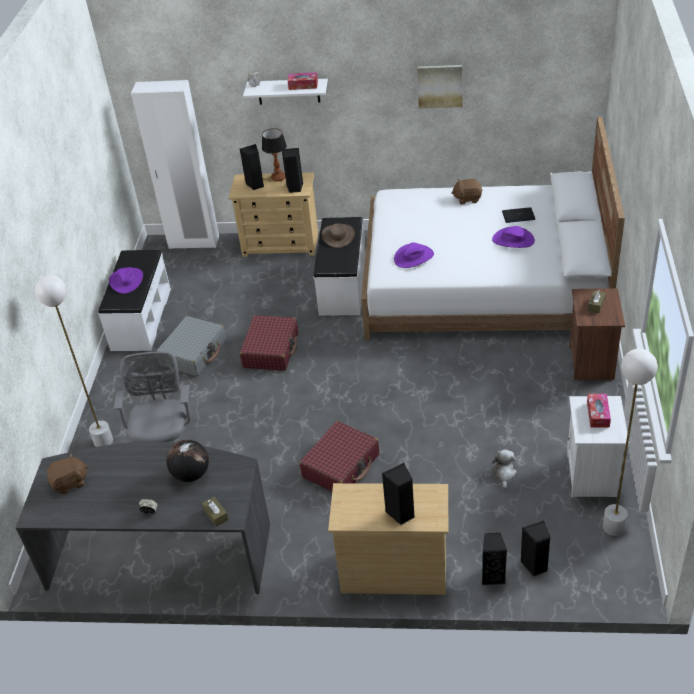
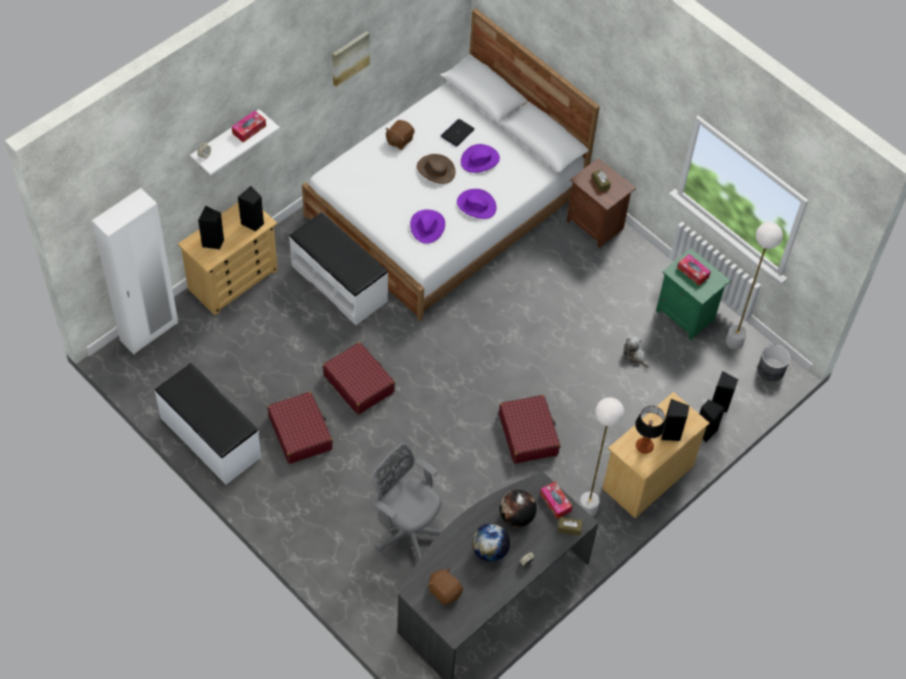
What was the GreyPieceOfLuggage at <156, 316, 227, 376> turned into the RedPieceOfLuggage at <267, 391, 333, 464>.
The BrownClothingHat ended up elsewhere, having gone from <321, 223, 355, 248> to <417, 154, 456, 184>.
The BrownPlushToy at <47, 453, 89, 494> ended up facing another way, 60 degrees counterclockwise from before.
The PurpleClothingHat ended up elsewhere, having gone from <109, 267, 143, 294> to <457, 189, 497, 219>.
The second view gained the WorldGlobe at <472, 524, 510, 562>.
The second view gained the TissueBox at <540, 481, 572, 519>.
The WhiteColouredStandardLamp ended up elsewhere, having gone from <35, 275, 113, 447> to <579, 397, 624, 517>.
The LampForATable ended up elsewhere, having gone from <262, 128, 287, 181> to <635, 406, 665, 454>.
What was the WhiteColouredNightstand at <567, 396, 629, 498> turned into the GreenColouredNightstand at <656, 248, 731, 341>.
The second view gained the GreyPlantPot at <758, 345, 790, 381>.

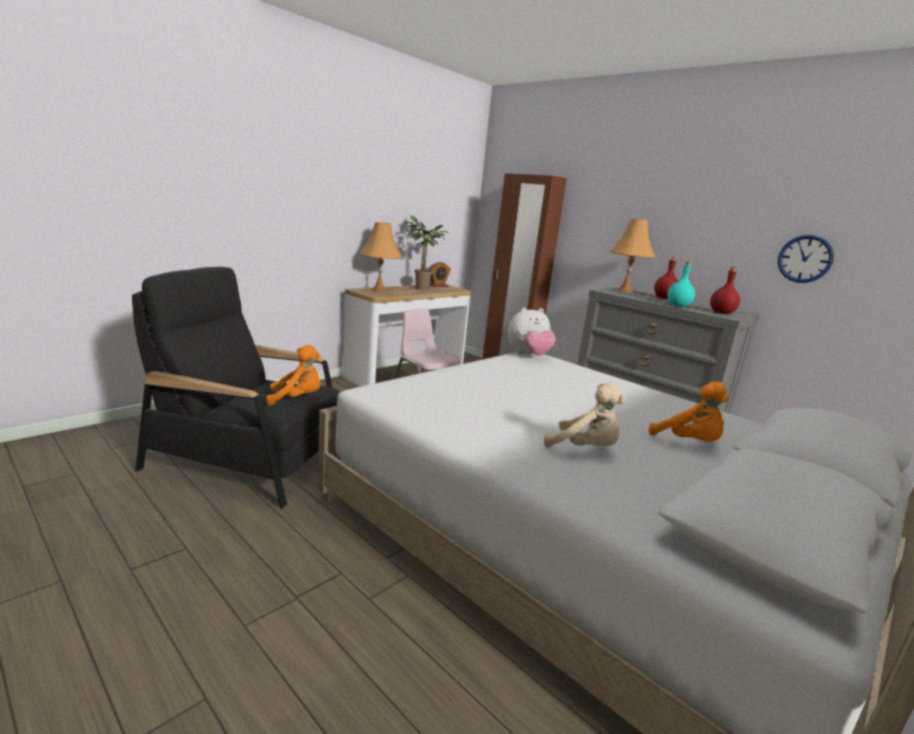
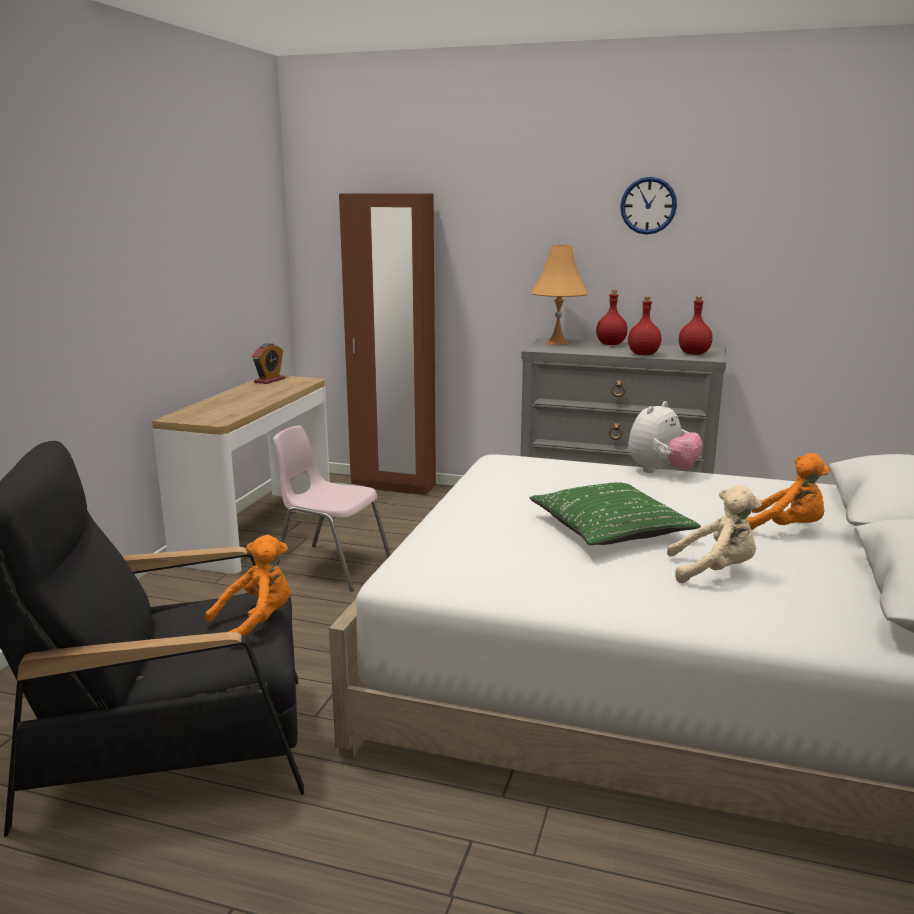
The second view gained the GreenColouredPillow at <530, 482, 701, 545>.
The WallClock ended up elsewhere, having gone from <778, 235, 834, 283> to <620, 177, 677, 235>.
What was the TurquoiseBeverageBottle at <667, 261, 695, 307> turned into the RedBeverageBottle at <628, 296, 662, 355>.
The PlushToy ended up elsewhere, having gone from <508, 308, 556, 355> to <628, 401, 703, 473>.
The second view lost the OrangeyLampForATable at <359, 222, 402, 292>.
The second view lost the PlantInAPot at <403, 216, 449, 290>.

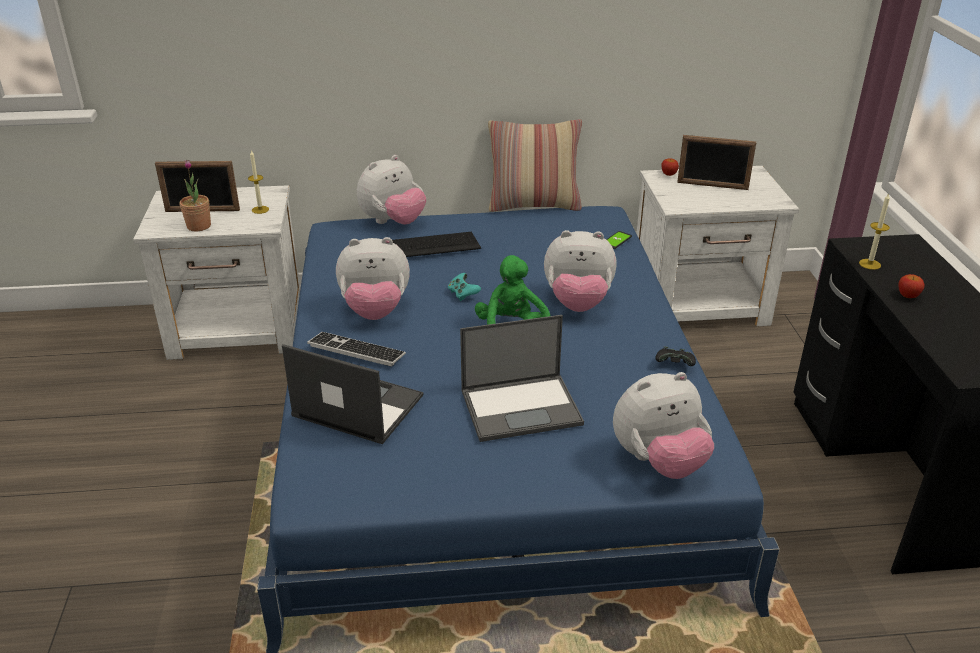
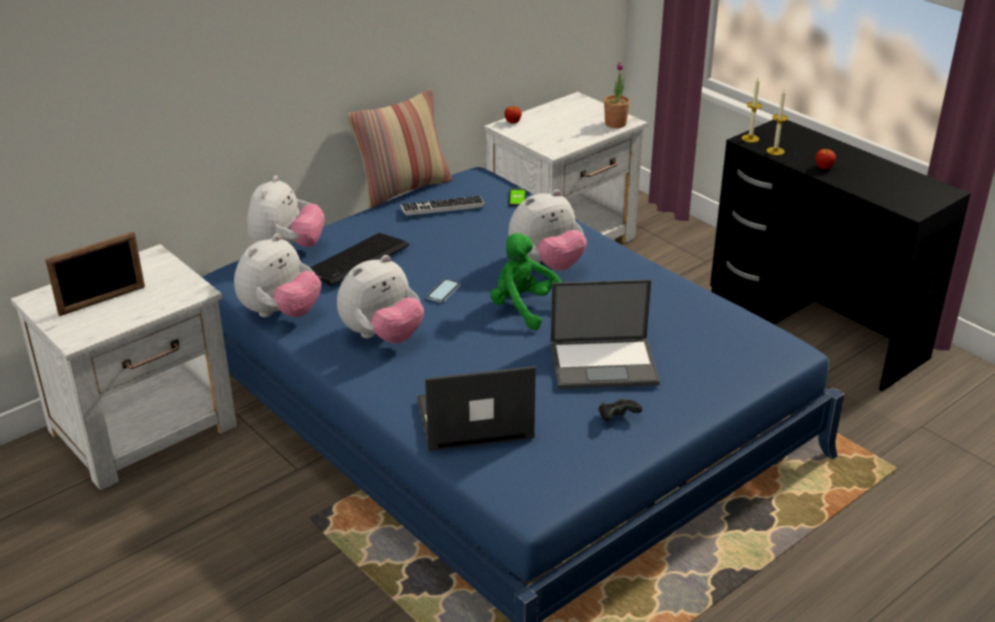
The PlushToy ended up elsewhere, having gone from <613, 372, 714, 479> to <234, 234, 321, 317>.
The PcKeyboard ended up elsewhere, having gone from <307, 332, 406, 367> to <400, 196, 485, 216>.
Where the TurquoiseJoypad stood at <448, 273, 481, 301>, the Phone came to stand at <426, 279, 460, 303>.
The NotebookComputer at <460, 315, 584, 442> ended up facing another way, 45 degrees clockwise from before.
The BlackColouredJoypad ended up elsewhere, having gone from <656, 346, 696, 366> to <599, 398, 642, 421>.
The PlantInAPot ended up elsewhere, having gone from <180, 160, 211, 231> to <604, 62, 630, 128>.
The WaxCandle ended up elsewhere, having gone from <248, 150, 269, 214> to <742, 77, 762, 143>.
The second view lost the PhotoFrame at <677, 135, 756, 190>.

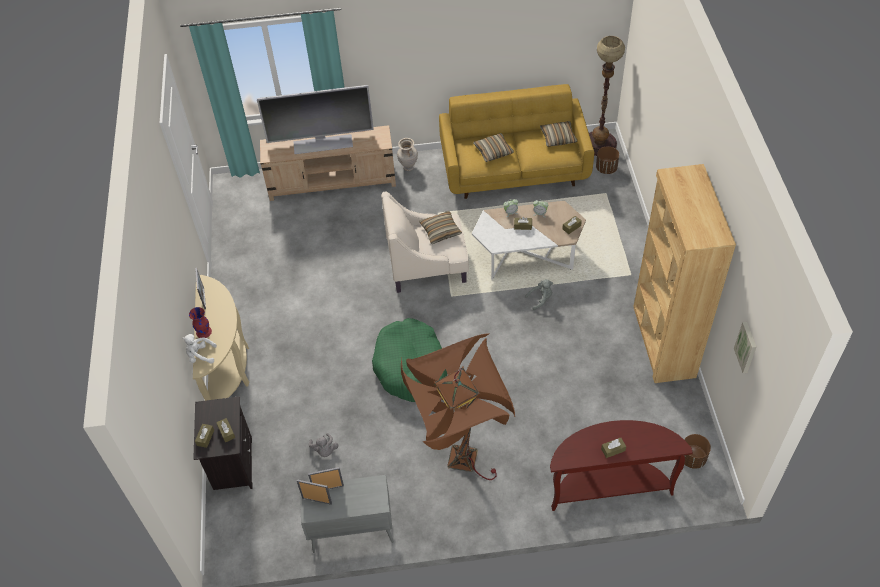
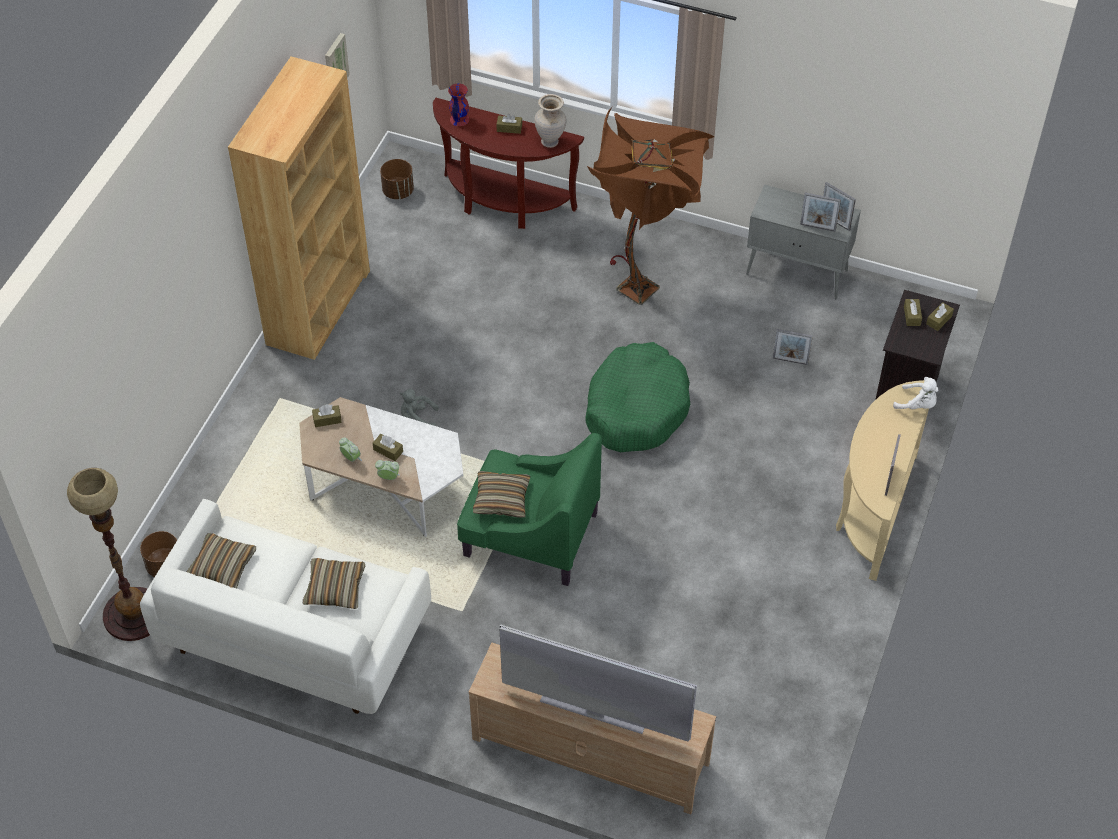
What was the YellowishSettee at <439, 84, 594, 199> turned into the WhiteColouredSettee at <140, 499, 431, 714>.
The RedFlowerVase ended up elsewhere, having gone from <189, 307, 212, 338> to <448, 83, 469, 126>.
What was the SandColouredEasyChair at <381, 192, 469, 293> turned into the GreenColouredEasyChair at <457, 433, 602, 586>.
The SandColouredFlowerVase ended up elsewhere, having gone from <397, 138, 418, 171> to <534, 94, 566, 148>.
Where the GreyPlushToy stood at <308, 433, 339, 457>, the PhotoFrame came to stand at <773, 329, 813, 365>.

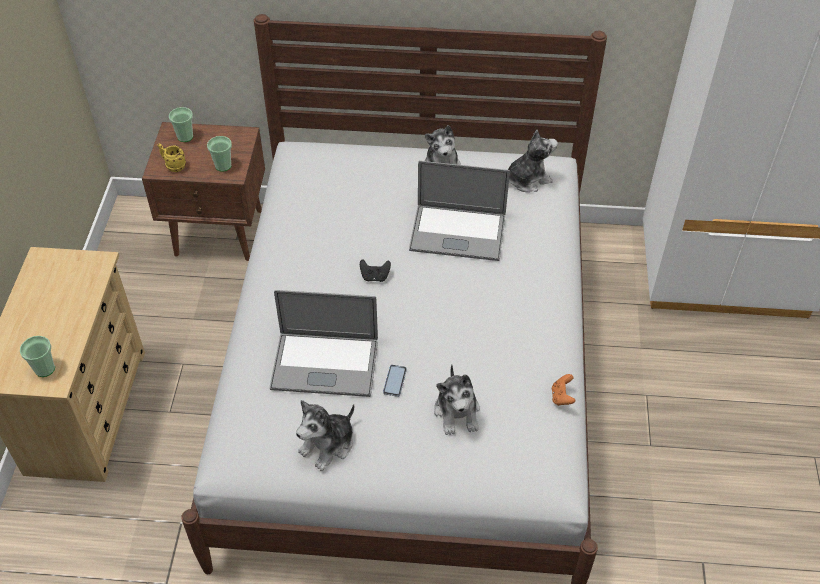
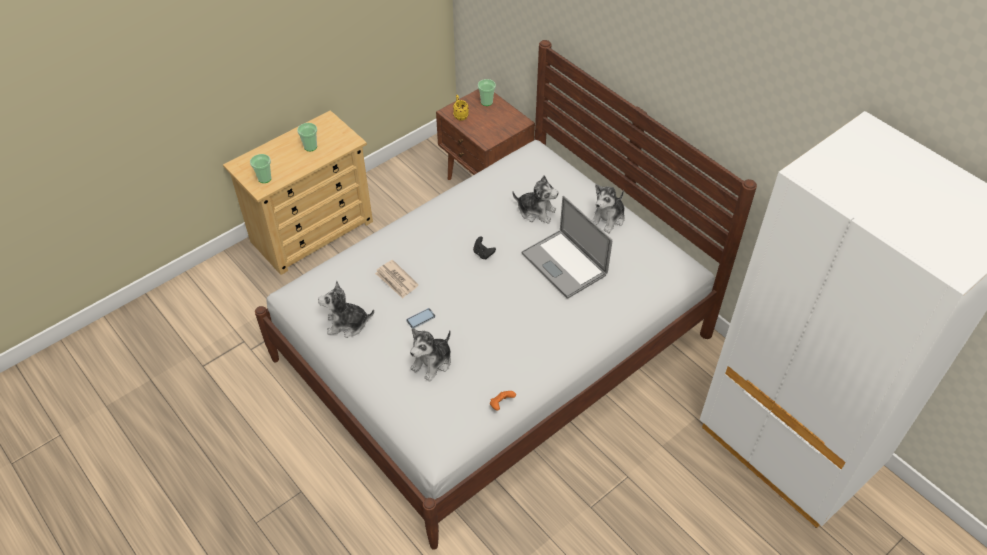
The SmallCup ended up elsewhere, having gone from <207, 136, 232, 172> to <297, 123, 317, 151>.
Where the NotebookComputer stood at <270, 290, 378, 397>, the Newspaper came to stand at <375, 260, 418, 299>.
The PlushToy ended up elsewhere, having gone from <508, 130, 558, 192> to <512, 175, 559, 224>.

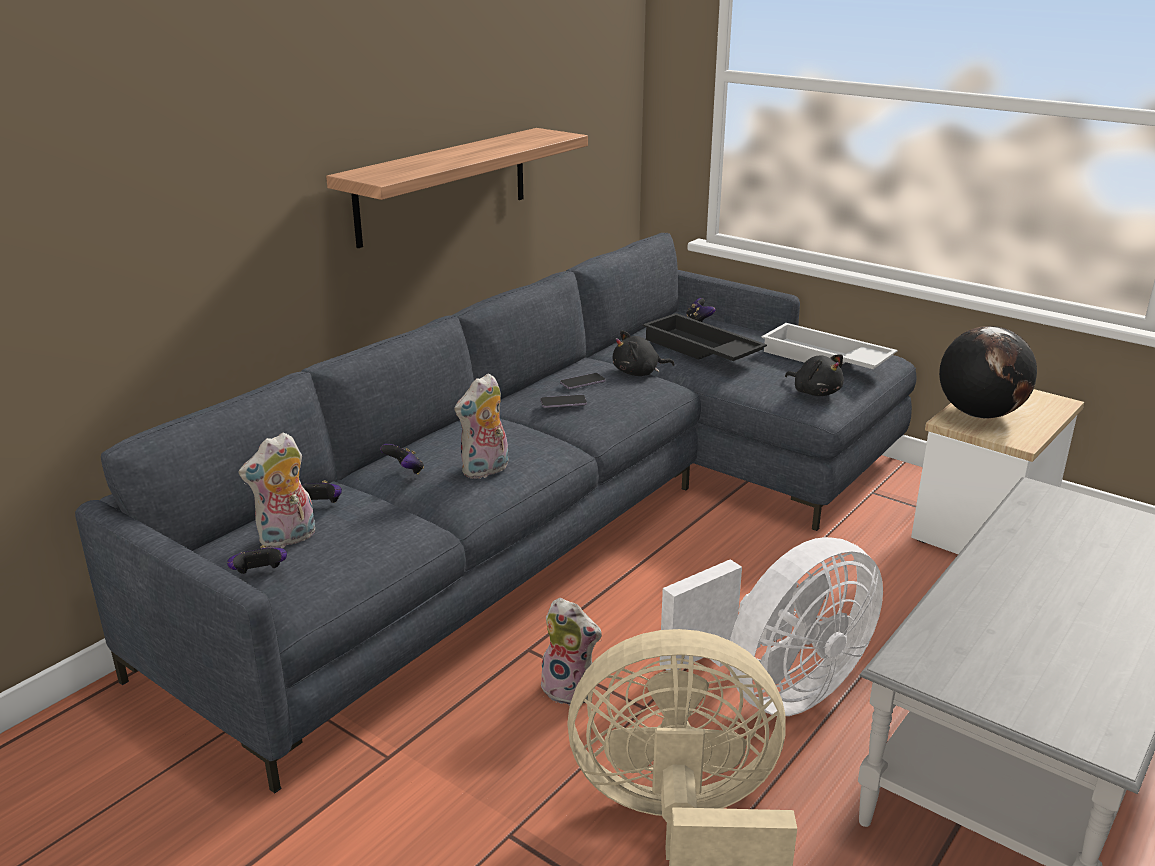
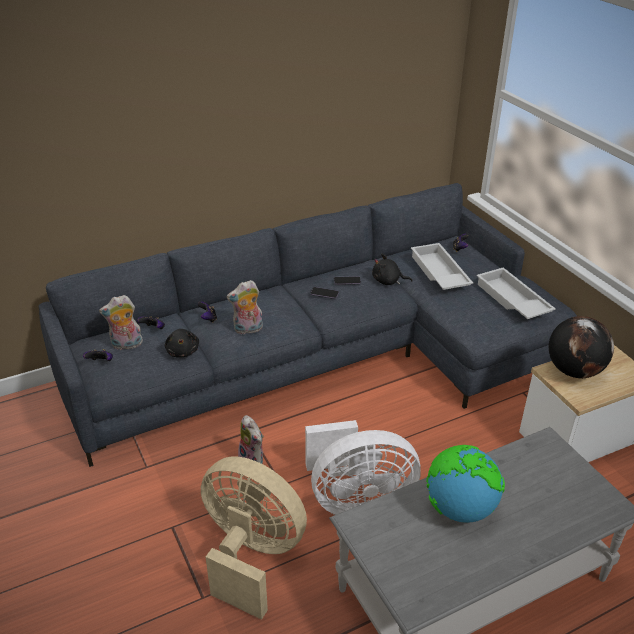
The BlackColouredPlushToy ended up elsewhere, having gone from <785, 354, 844, 396> to <165, 329, 199, 357>.
What was the BlackColouredServingTray at <643, 313, 767, 361> turned into the WhiteColouredServingTray at <411, 243, 473, 290>.
The second view gained the WorldGlobe at <426, 445, 505, 523>.
The second view lost the WallShelf at <326, 128, 588, 248>.

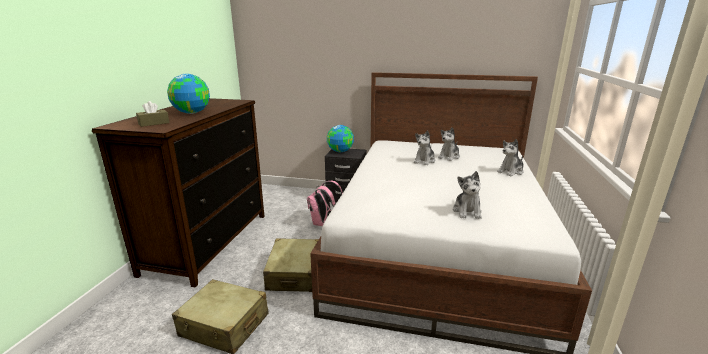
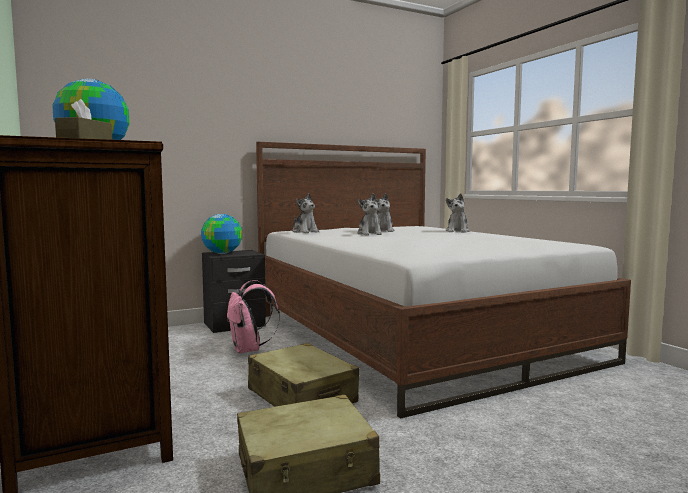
The PlushToy ended up elsewhere, having gone from <453, 171, 482, 219> to <293, 193, 320, 233>.

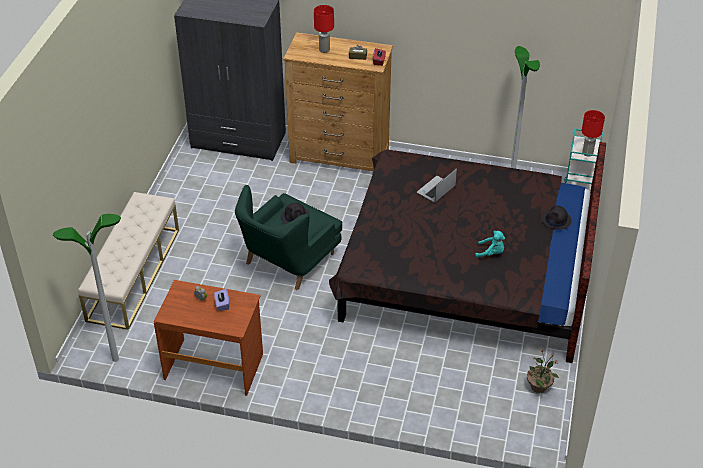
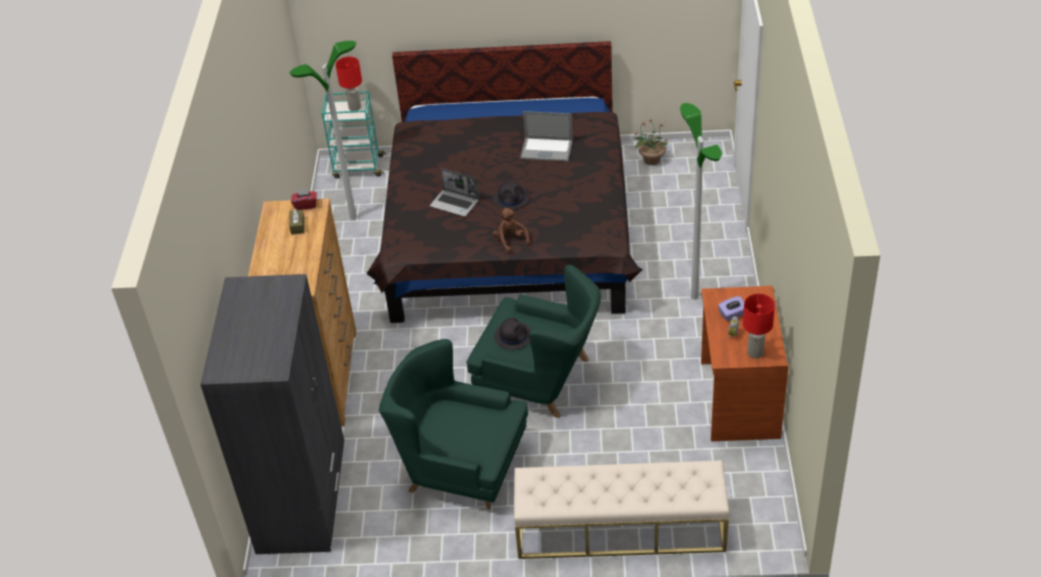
The second view gained the GreenColouredEasyChair at <379, 339, 528, 510>.
The BlackColouredClothingHat ended up elsewhere, having gone from <541, 205, 572, 230> to <493, 181, 529, 210>.
The second view gained the BrownPlushToy at <493, 208, 530, 253>.
Where the TurquoisePlushToy stood at <475, 231, 505, 258>, the NotebookComputer came to stand at <520, 111, 573, 161>.
The StandardLamp ended up elsewhere, having gone from <53, 214, 121, 362> to <680, 103, 722, 300>.
The RedLampForATable ended up elsewhere, having gone from <314, 5, 334, 53> to <743, 294, 775, 358>.

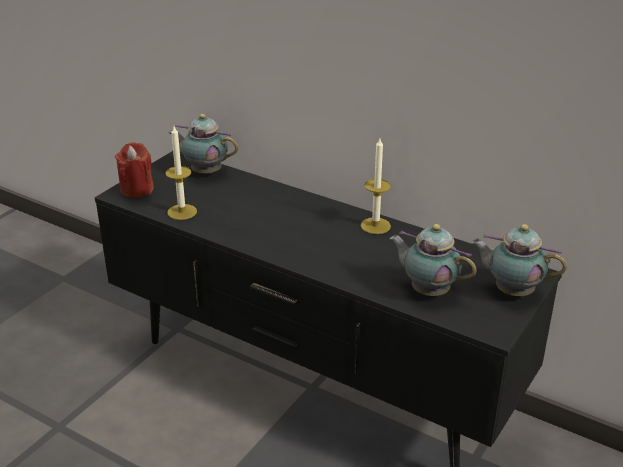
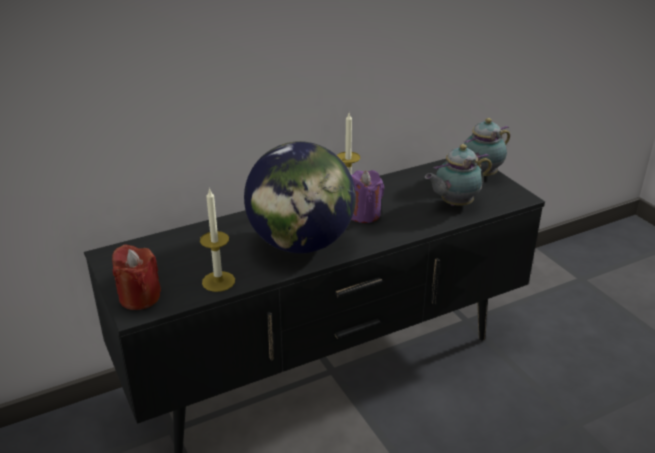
The second view gained the WorldGlobe at <244, 141, 356, 253>.
The second view gained the PurpleWaxCandle at <351, 170, 384, 223>.
The second view lost the PotForTea at <168, 114, 238, 174>.

